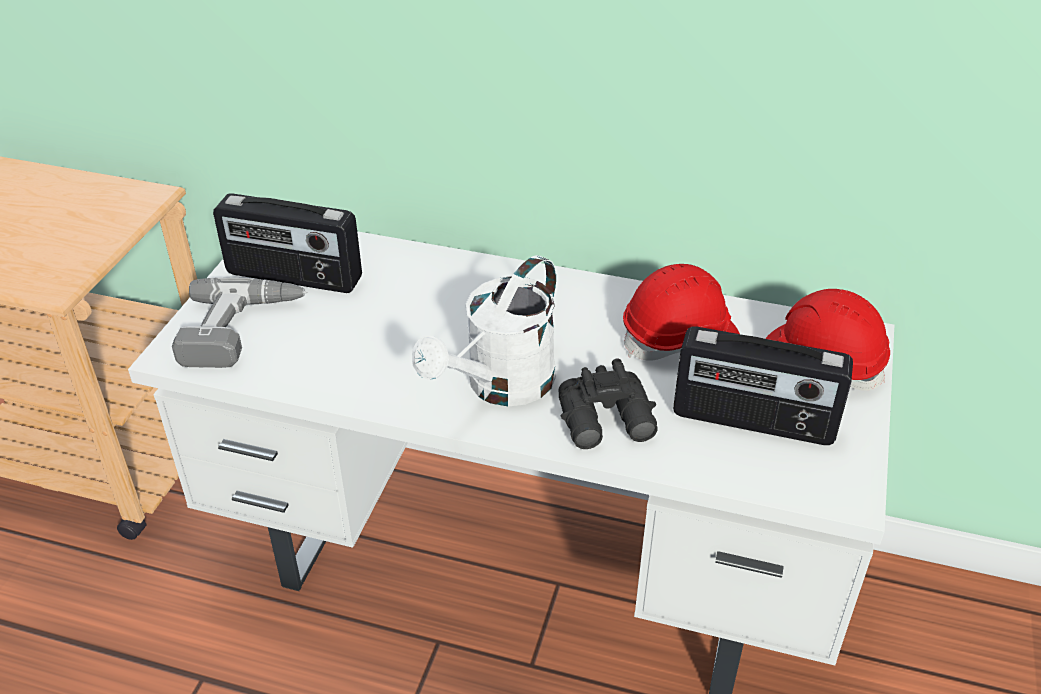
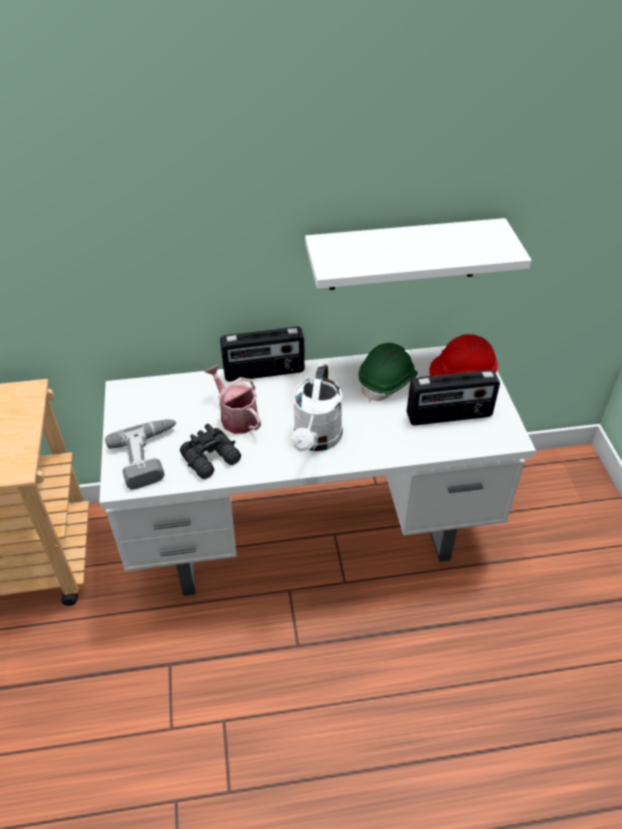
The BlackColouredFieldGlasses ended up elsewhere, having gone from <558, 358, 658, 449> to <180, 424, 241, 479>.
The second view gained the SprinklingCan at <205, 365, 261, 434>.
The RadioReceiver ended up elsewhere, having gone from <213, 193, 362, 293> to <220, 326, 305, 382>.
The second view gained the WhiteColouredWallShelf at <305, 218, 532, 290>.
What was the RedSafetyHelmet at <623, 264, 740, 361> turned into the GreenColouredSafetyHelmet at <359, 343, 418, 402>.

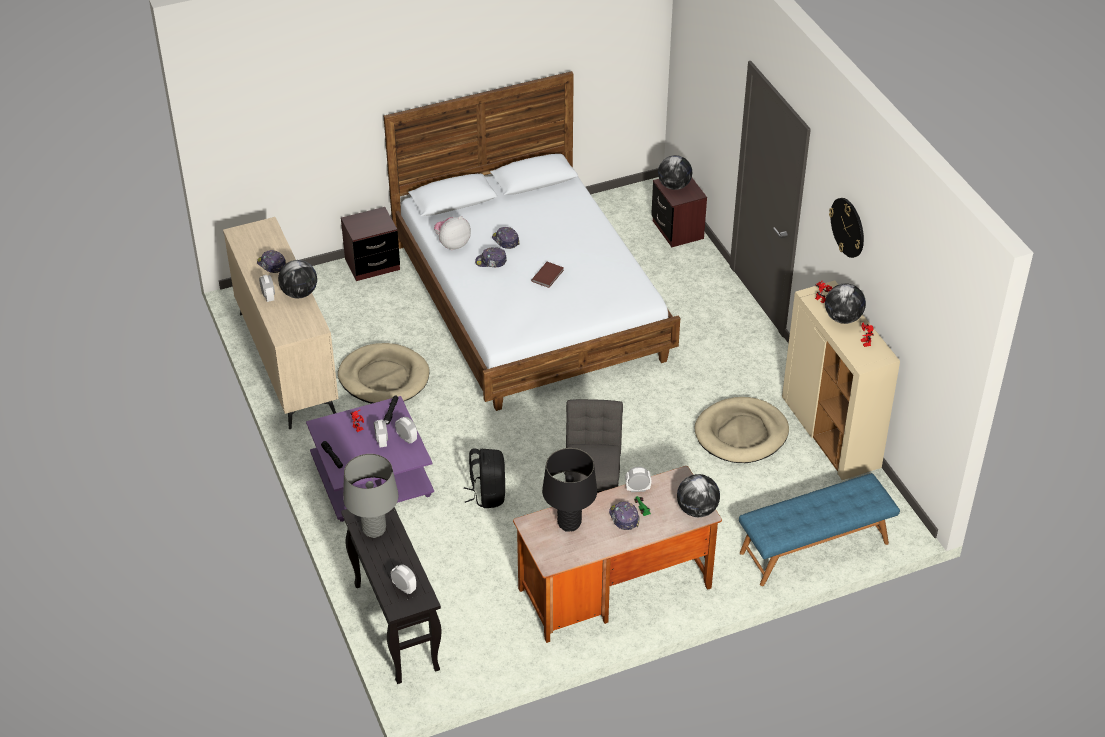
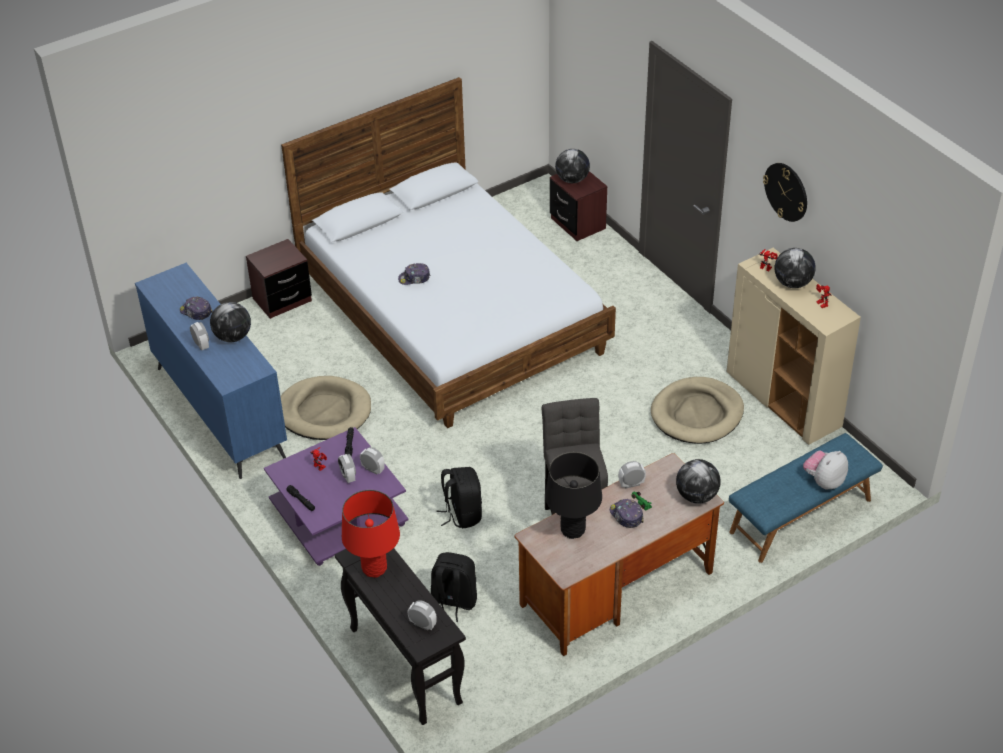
What was the SandColouredChestOfDrawers at <223, 217, 339, 429> turned into the BlueChestOfDrawers at <135, 263, 287, 479>.
What was the GreyLampForATable at <343, 454, 399, 538> turned into the RedLampForATable at <342, 490, 400, 578>.
The second view gained the BlackColouredRucksack at <431, 552, 477, 622>.
The PlushToy ended up elsewhere, having gone from <434, 216, 471, 250> to <803, 450, 848, 490>.
The second view lost the BaseballCap at <492, 227, 520, 249>.
The second view lost the BrownVolume at <531, 262, 564, 288>.

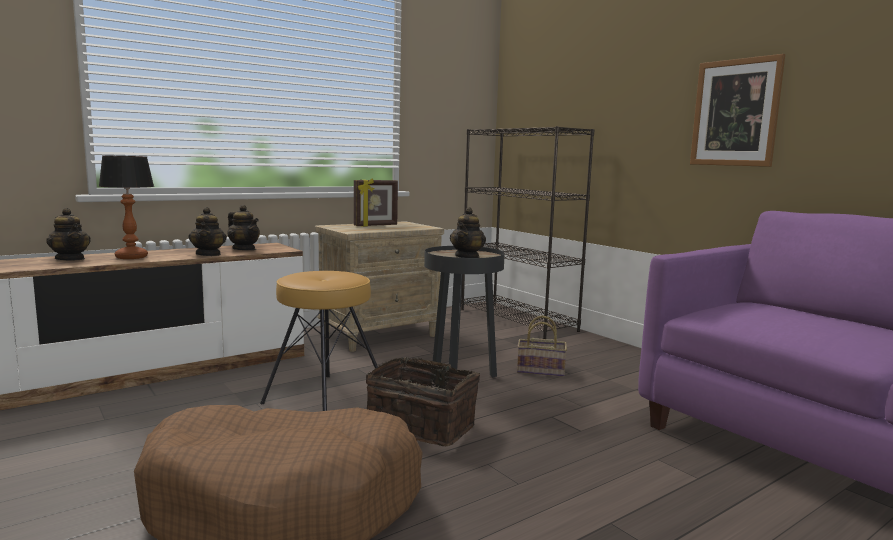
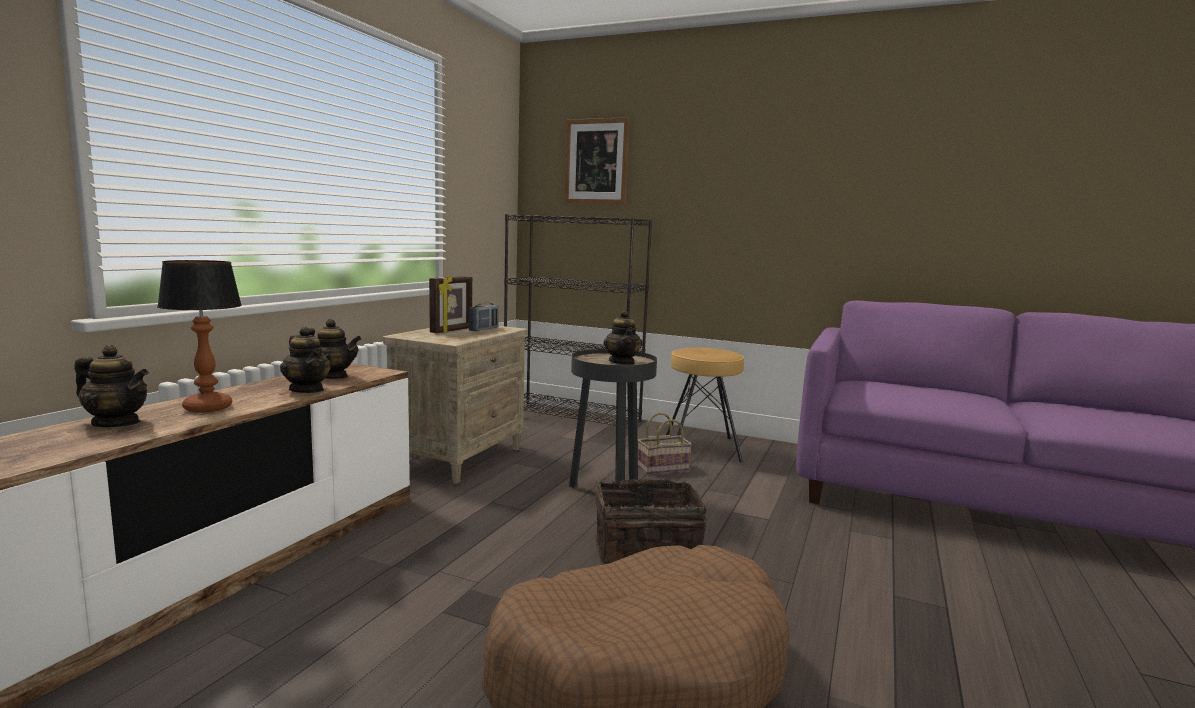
The second view gained the RadioReceiver at <468, 302, 499, 331>.
The WallPicture ended up elsewhere, having gone from <690, 54, 785, 167> to <564, 117, 629, 204>.
The BrownStool ended up elsewhere, having gone from <260, 271, 378, 411> to <666, 347, 744, 463>.

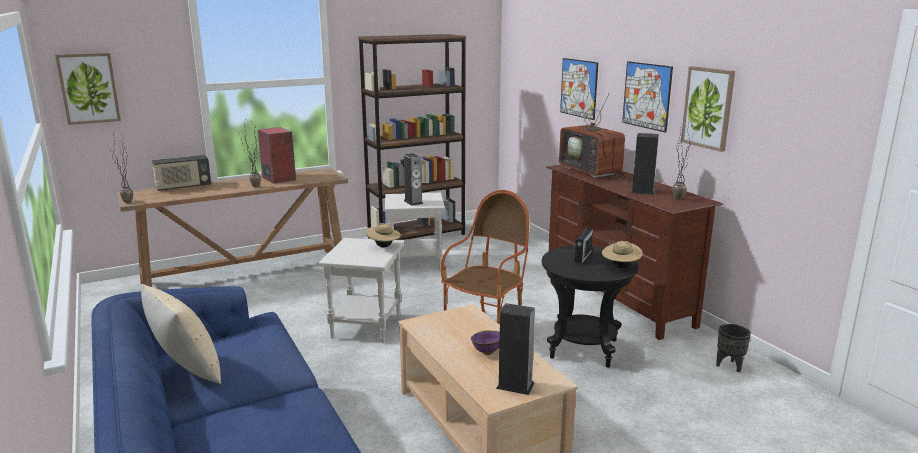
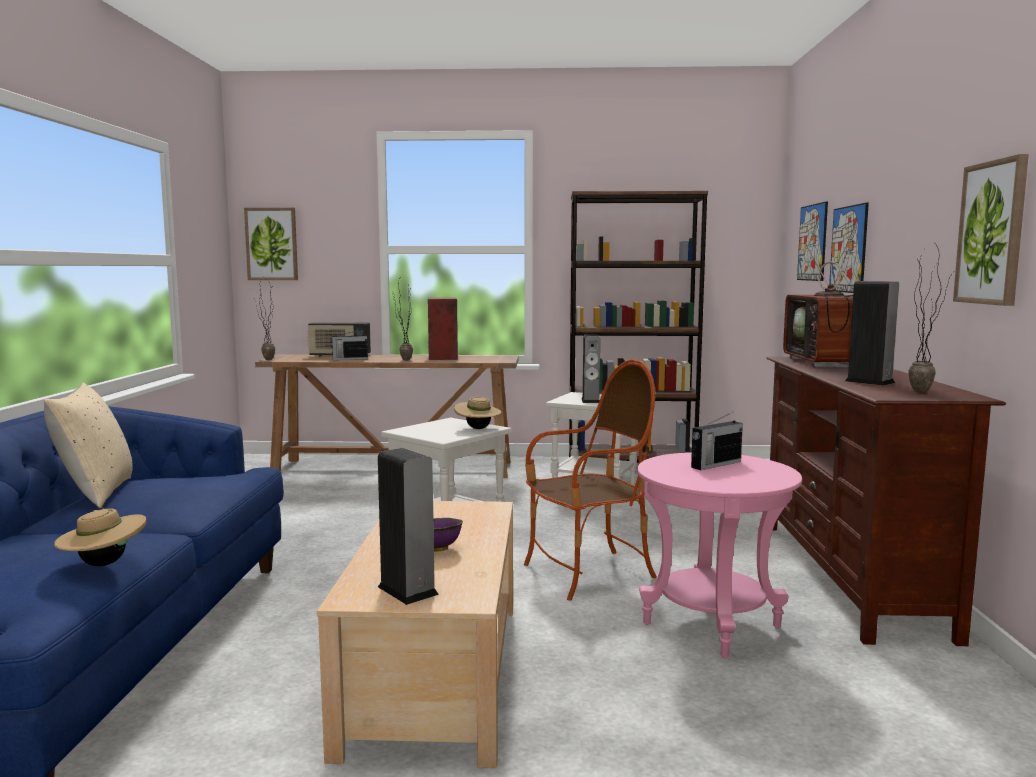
The SandColouredClothingHat ended up elsewhere, having gone from <602, 241, 643, 268> to <54, 504, 146, 566>.
The second view gained the RadioReceiver at <331, 329, 368, 360>.
What was the BlackColouredAccentTable at <542, 246, 639, 368> turned into the PinkAccentTable at <637, 452, 802, 658>.
The WallPicture ended up elsewhere, having gone from <622, 61, 673, 133> to <797, 201, 828, 281>.
The second view lost the BlackColouredPlantPot at <716, 324, 751, 373>.

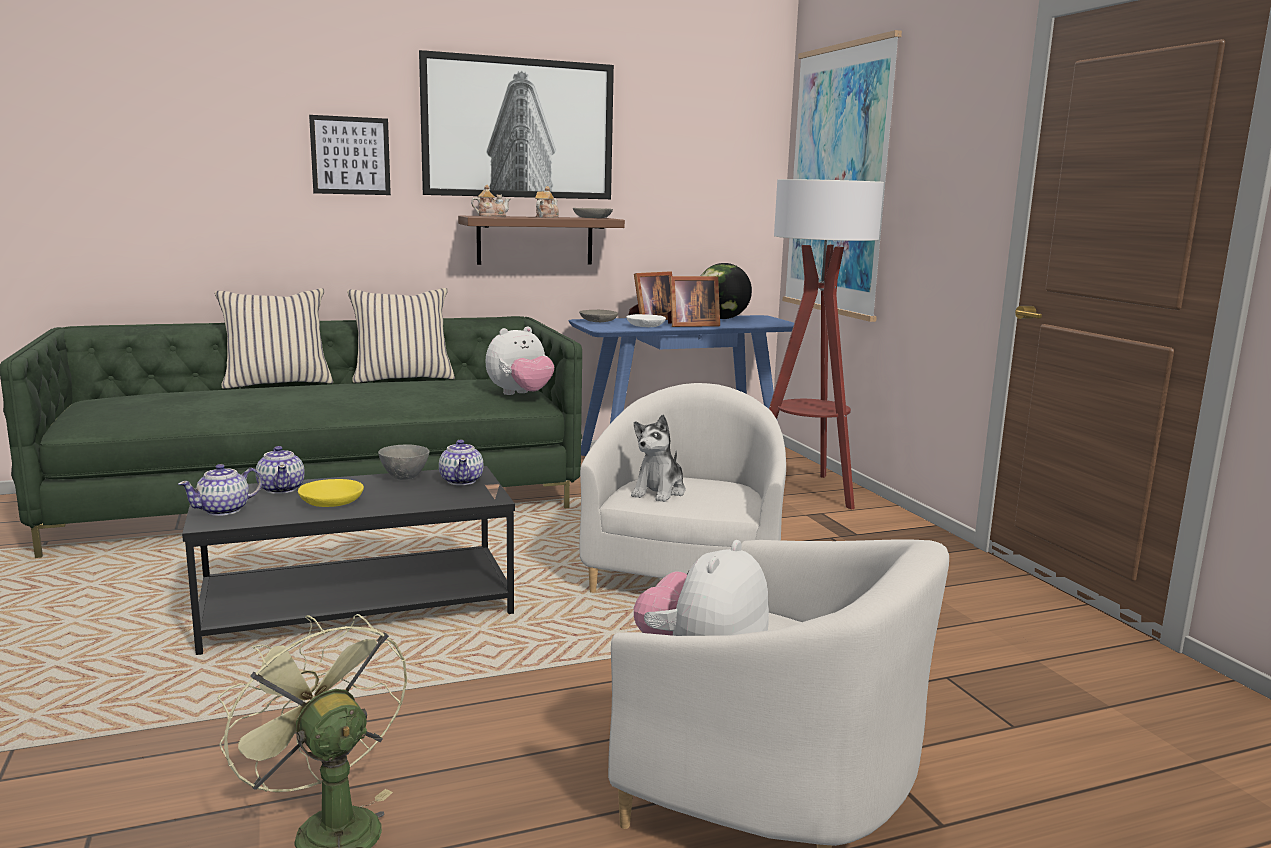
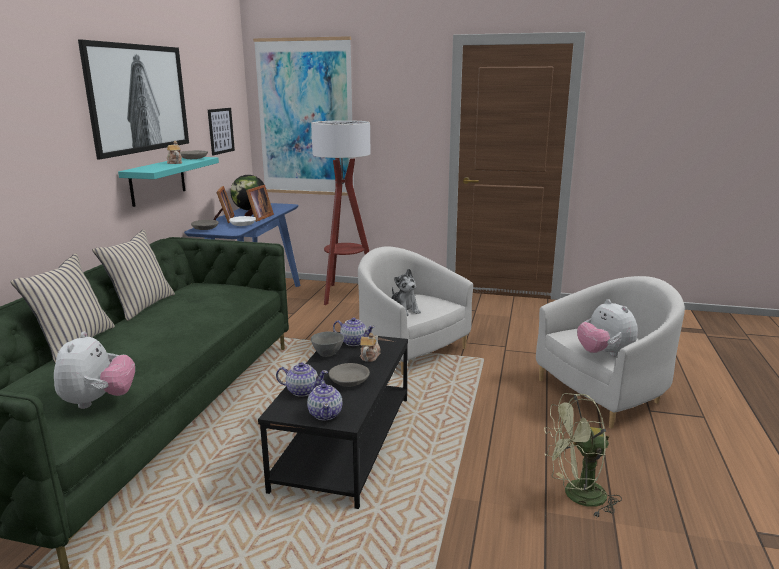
The PlushToy ended up elsewhere, having gone from <486, 326, 554, 395> to <54, 332, 135, 409>.
What was the BrownWallShelf at <458, 216, 625, 265> turned into the TurquoiseWallShelf at <118, 157, 219, 207>.
The WallPicture ended up elsewhere, having gone from <309, 115, 391, 195> to <208, 108, 235, 155>.
What was the YellowishServingBowl at <298, 479, 364, 507> turned into the GreyServingBowl at <329, 363, 370, 387>.
The PotForTea ended up elsewhere, having gone from <471, 185, 511, 216> to <360, 333, 380, 362>.

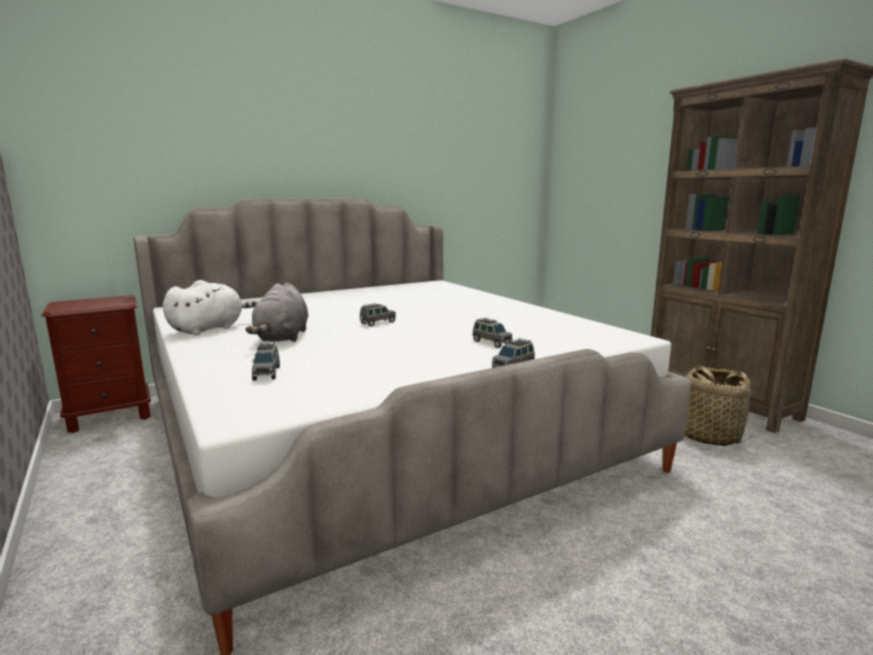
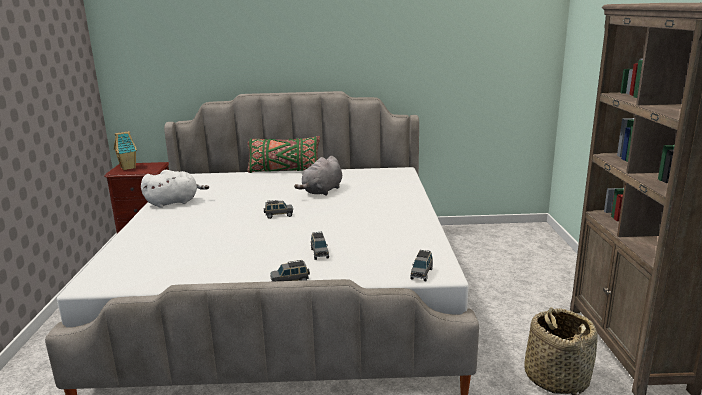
The second view gained the MiniatureHouse at <114, 131, 137, 170>.
The second view gained the GreenColouredPillow at <247, 136, 320, 173>.
The GreyPlushToy ended up elsewhere, having gone from <245, 283, 308, 342> to <294, 156, 342, 196>.
The GreyModelCar ended up elsewhere, having gone from <252, 342, 280, 381> to <410, 250, 433, 281>.

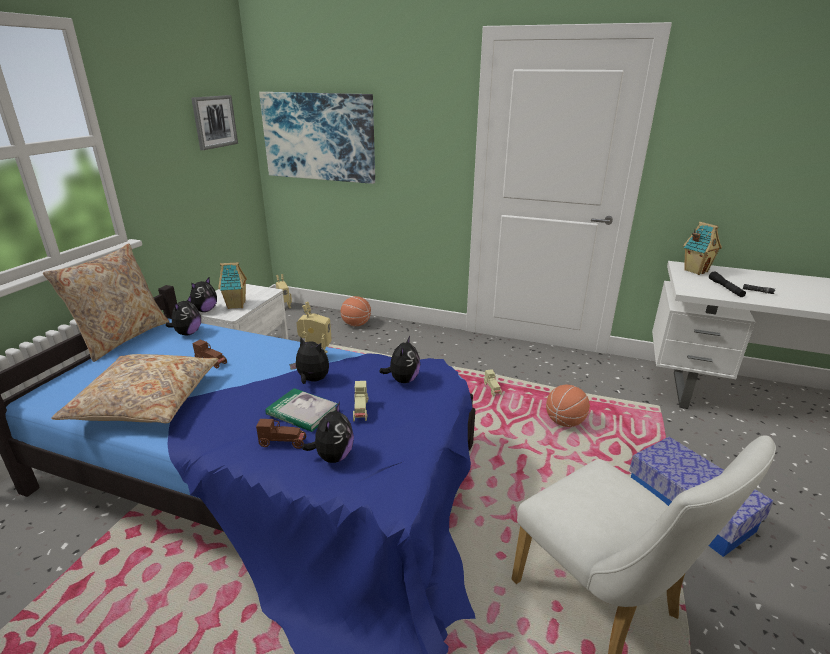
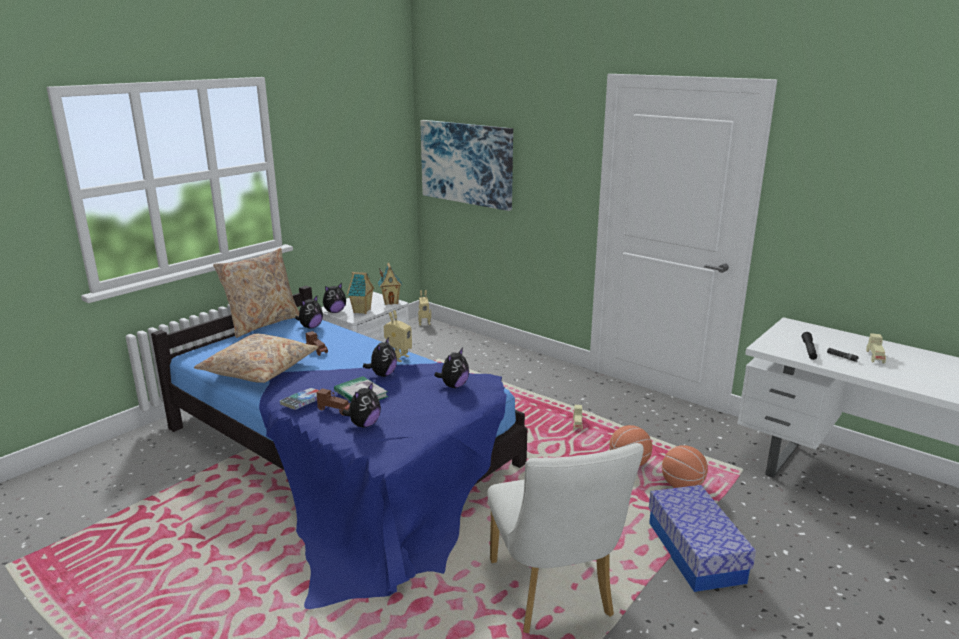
The second view gained the Volume at <279, 388, 319, 410>.
The PlushToy at <289, 337, 329, 384> ended up facing another way, 60 degrees clockwise from before.
The MiniatureHouse ended up elsewhere, having gone from <683, 222, 722, 275> to <378, 263, 402, 305>.
The BasketballBall ended up elsewhere, having gone from <341, 296, 371, 326> to <662, 445, 708, 488>.
The SandColouredModelCar ended up elsewhere, having gone from <353, 381, 368, 422> to <866, 333, 886, 364>.
The second view lost the WallPicture at <191, 95, 238, 150>.

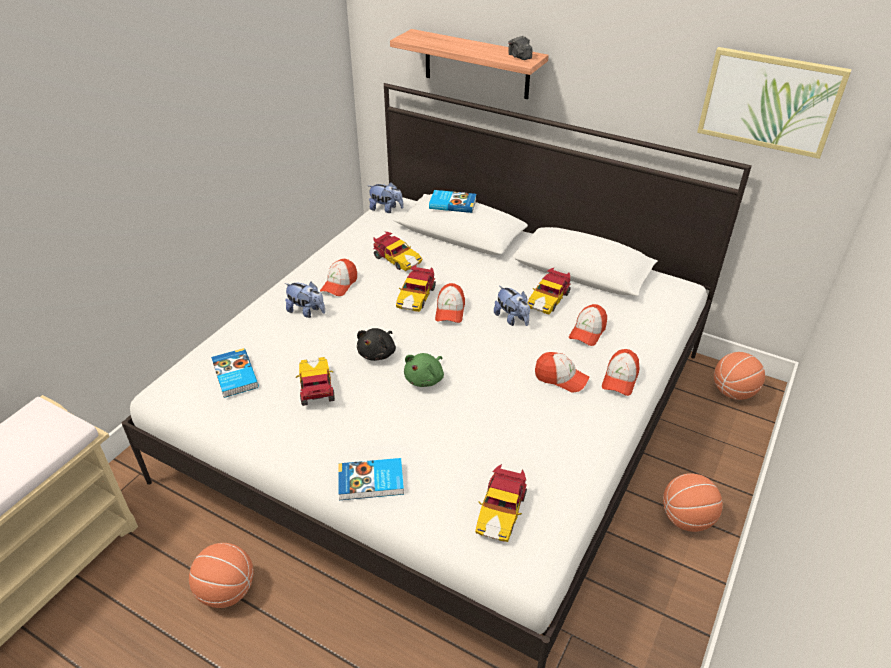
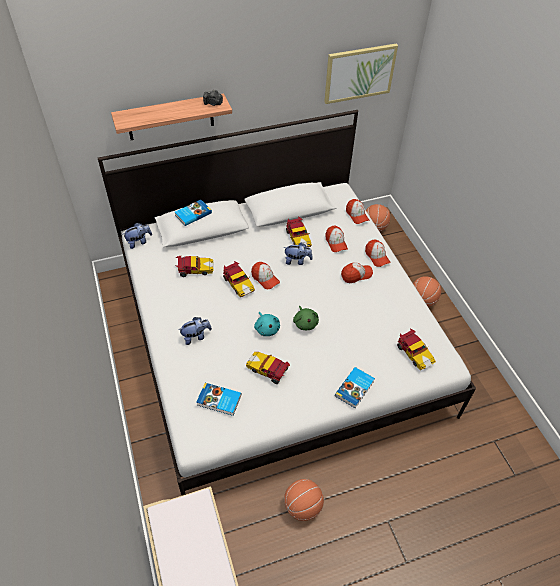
What was the BlackColouredPlushToy at <357, 328, 396, 361> turned into the TurquoisePlushToy at <254, 312, 280, 336>.
The BaseballCap ended up elsewhere, having gone from <320, 259, 357, 296> to <346, 199, 369, 224>.

